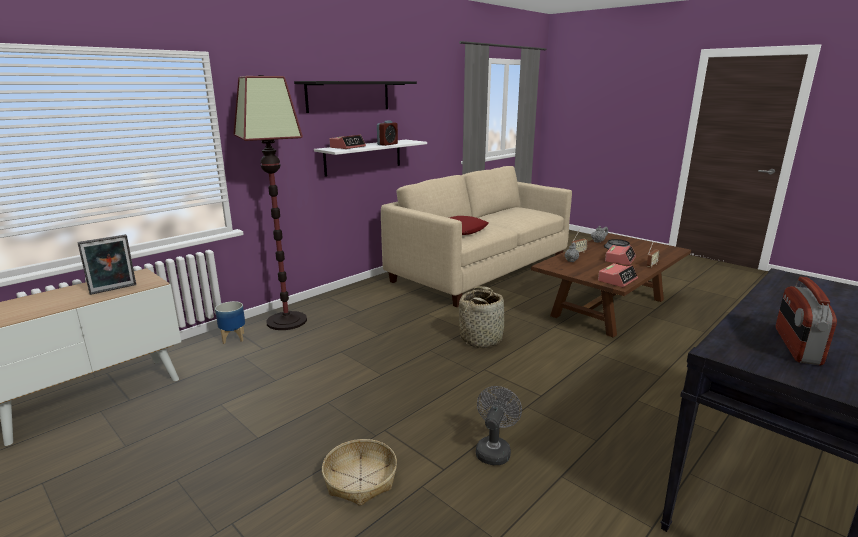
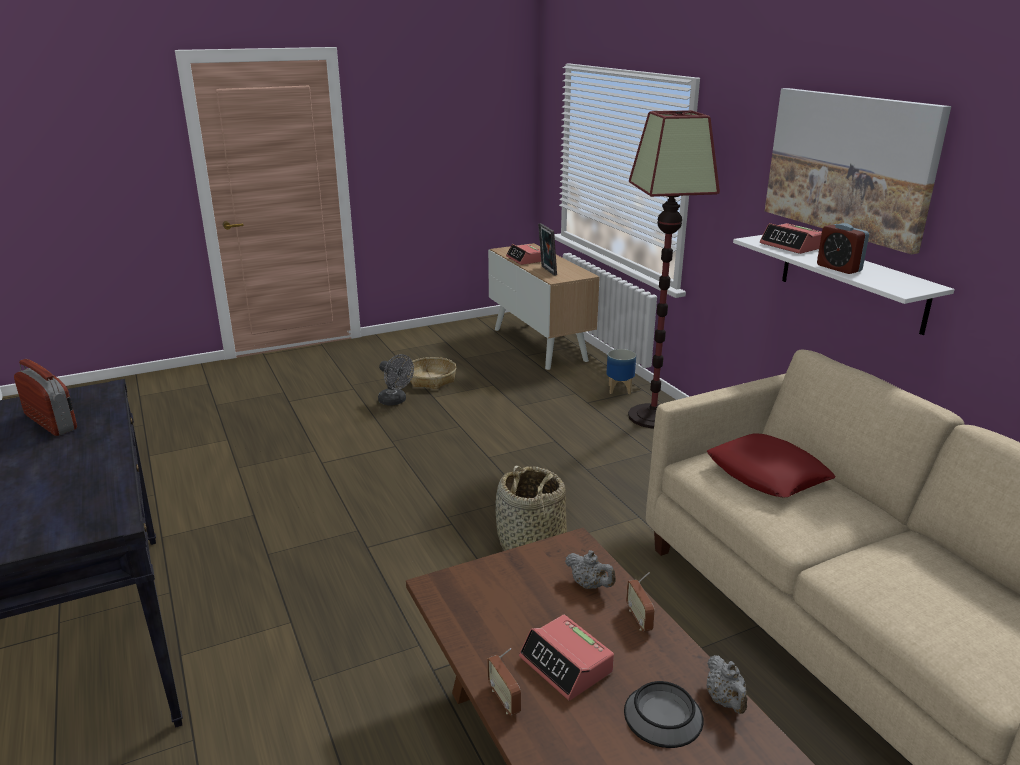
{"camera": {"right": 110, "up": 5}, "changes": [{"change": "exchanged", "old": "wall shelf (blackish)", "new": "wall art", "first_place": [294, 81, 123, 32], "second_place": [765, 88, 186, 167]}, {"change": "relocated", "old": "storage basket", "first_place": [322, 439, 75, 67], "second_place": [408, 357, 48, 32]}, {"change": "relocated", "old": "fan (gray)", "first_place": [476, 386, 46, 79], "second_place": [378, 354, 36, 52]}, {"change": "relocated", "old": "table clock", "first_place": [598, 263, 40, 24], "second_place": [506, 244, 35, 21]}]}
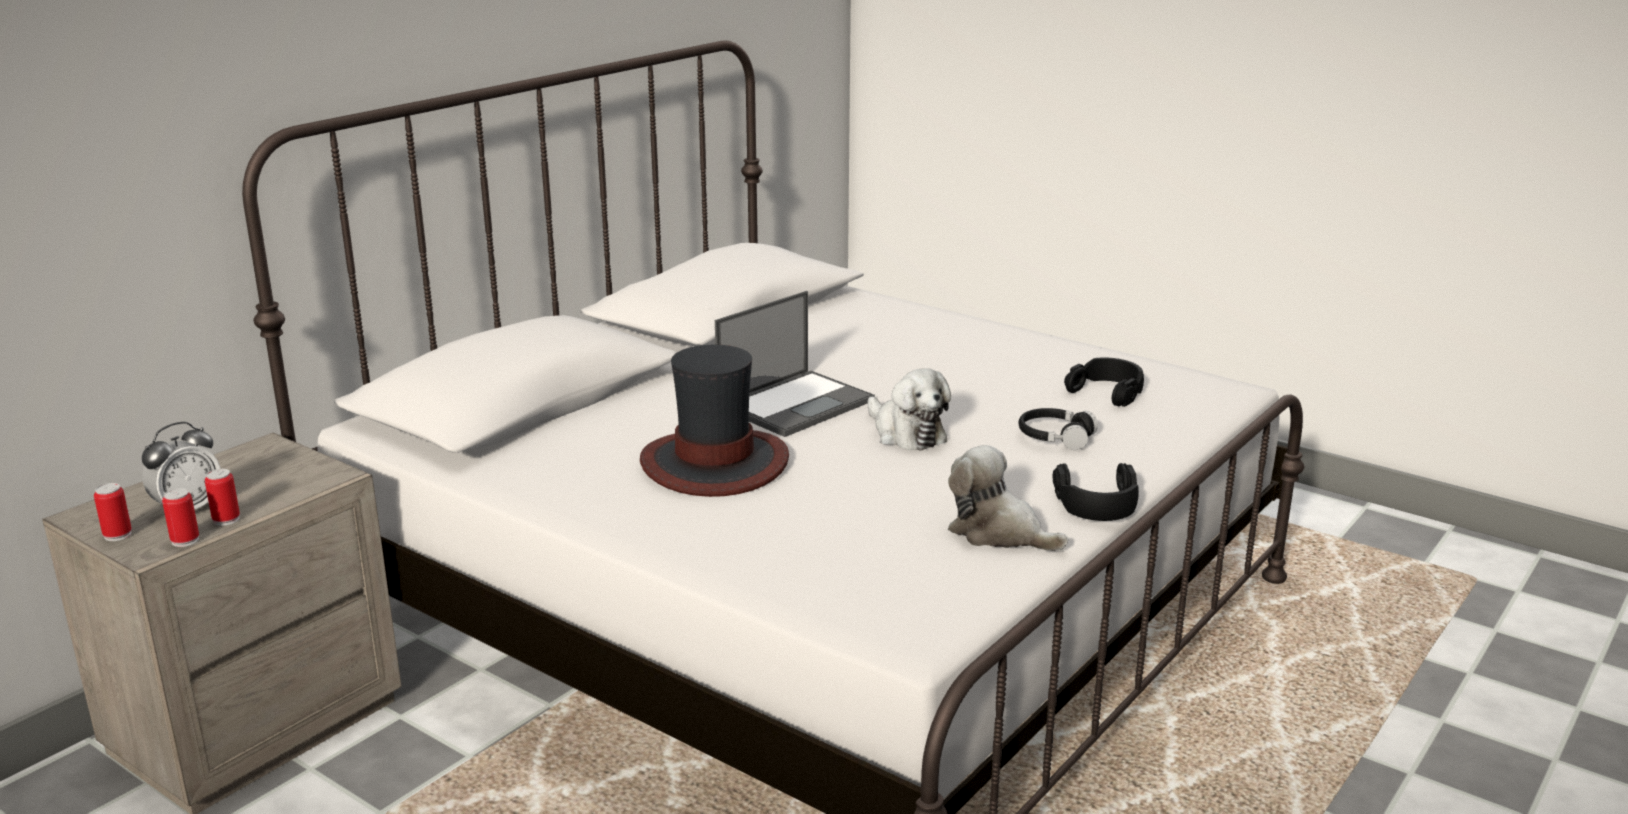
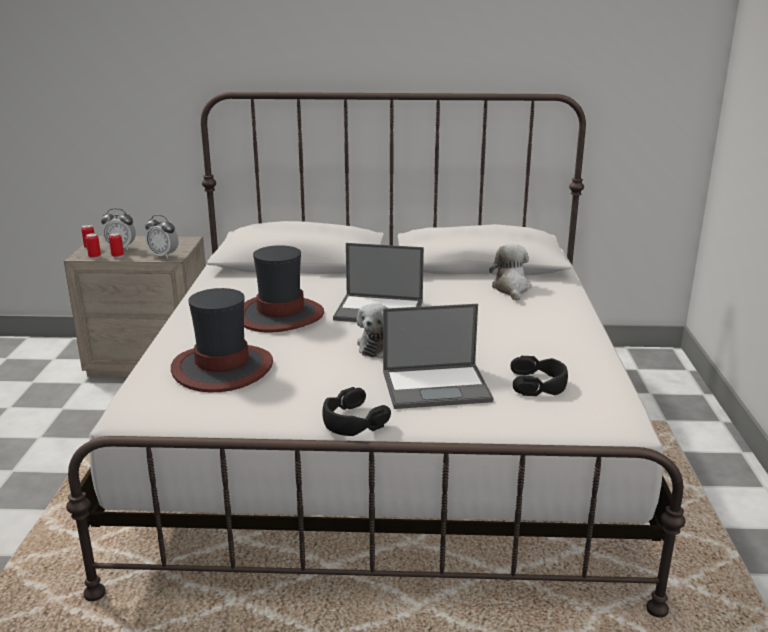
{"camera": {"right": 55, "up": 0}, "changes": [{"change": "relocated", "old": "plush toy", "first_place": [948, 445, 120, 106], "second_place": [489, 244, 43, 57]}, {"change": "exchanged", "old": "headset (blackish)", "new": "laptop", "first_place": [1019, 408, 79, 42], "second_place": [383, 304, 110, 105]}, {"change": "appeared", "new": "table clock", "second_place": [145, 215, 34, 44]}, {"change": "appeared", "new": "hat", "second_place": [171, 288, 102, 104]}]}
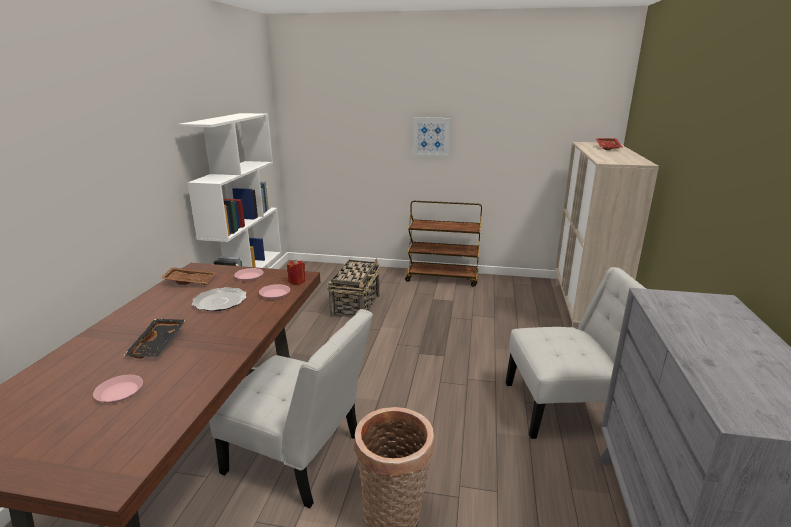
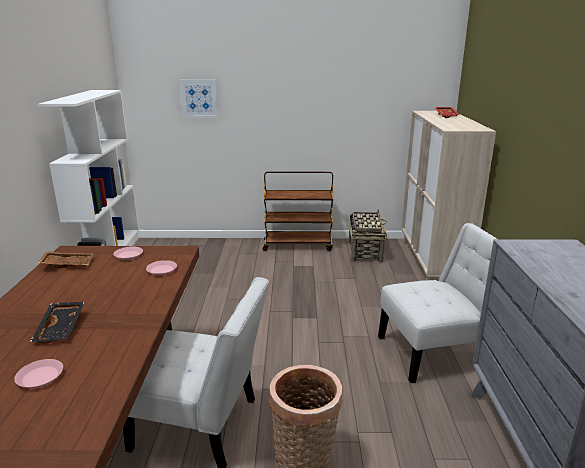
{"camera": {"right": -10, "up": 0}, "changes": [{"change": "missing", "old": "flat dish", "first_place": [192, 287, 55, 24]}, {"change": "missing", "old": "wax light (red)", "first_place": [287, 259, 18, 26]}, {"change": "relocated", "old": "storage basket", "first_place": [327, 258, 53, 60], "second_place": [349, 209, 38, 54]}, {"change": "relocated", "old": "wall art", "first_place": [412, 117, 38, 39], "second_place": [179, 80, 39, 37]}]}
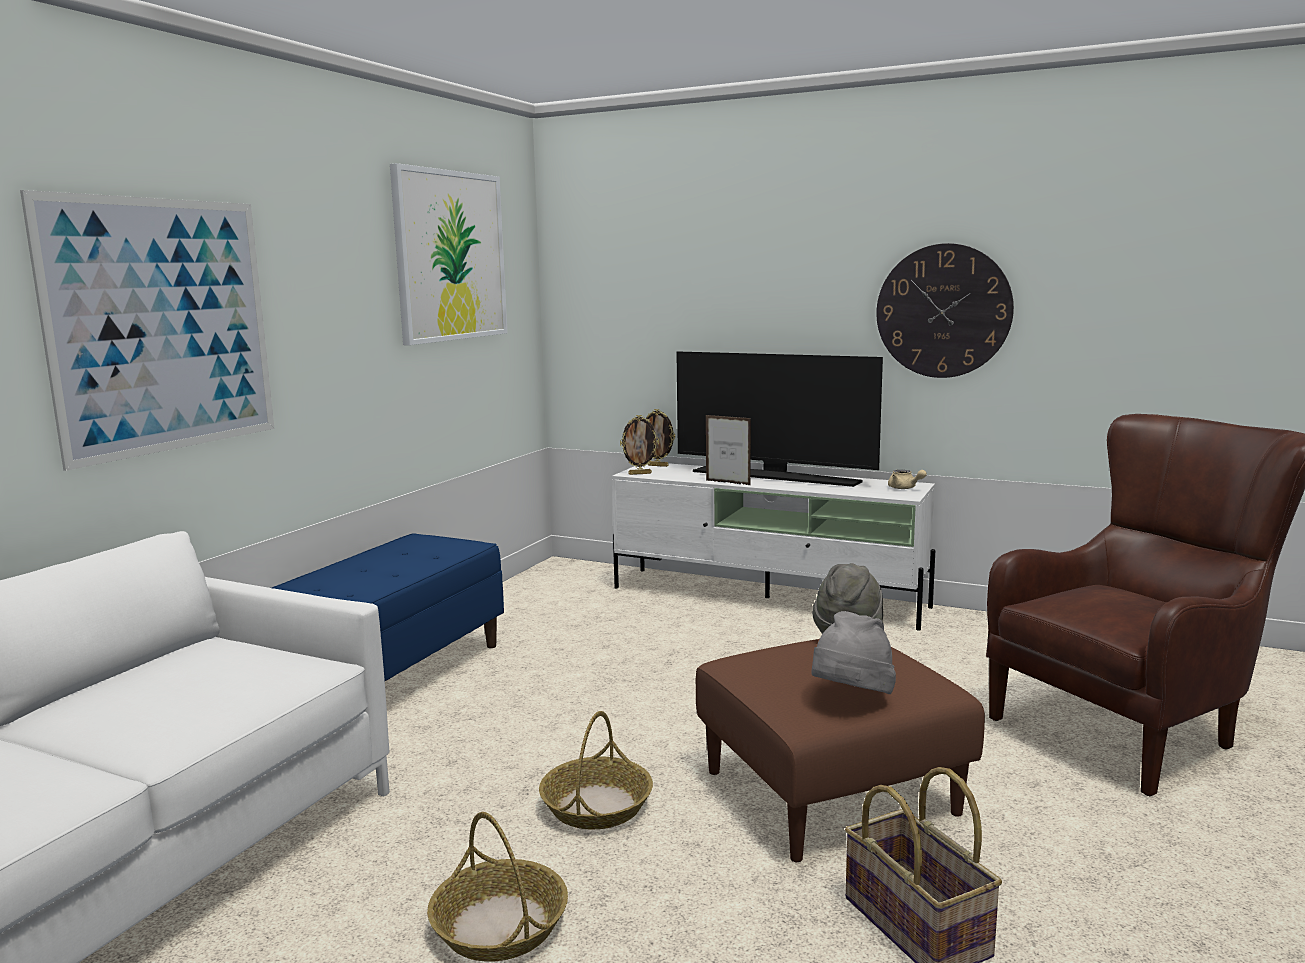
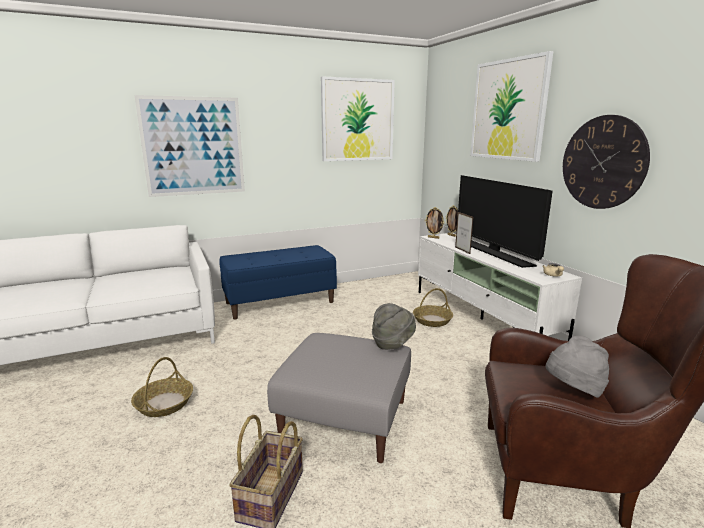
{"camera": {"right": 40, "up": 5}, "changes": [{"change": "relocated", "old": "storage basket", "first_place": [539, 711, 114, 118], "second_place": [413, 288, 40, 39]}, {"change": "colour", "old": "ottoman (brownish)", "new": "ottoman (gray)", "first_place": [696, 639, 289, 223], "second_place": [267, 333, 144, 130]}, {"change": "relocated", "old": "hat (gray)", "first_place": [811, 611, 85, 83], "second_place": [546, 336, 63, 62]}, {"change": "appeared", "new": "wall art", "second_place": [470, 51, 84, 111]}]}
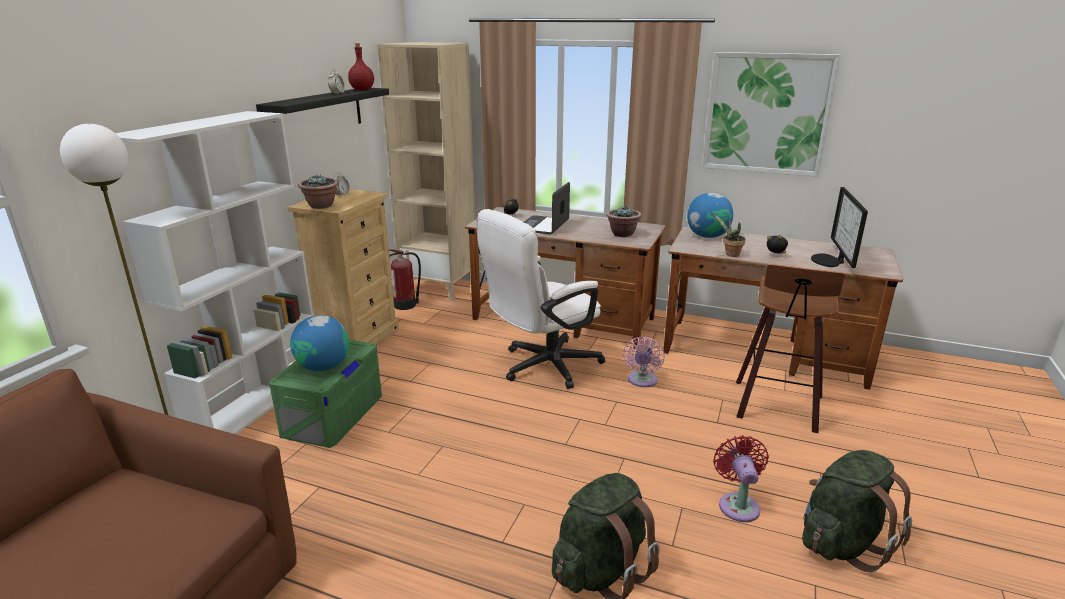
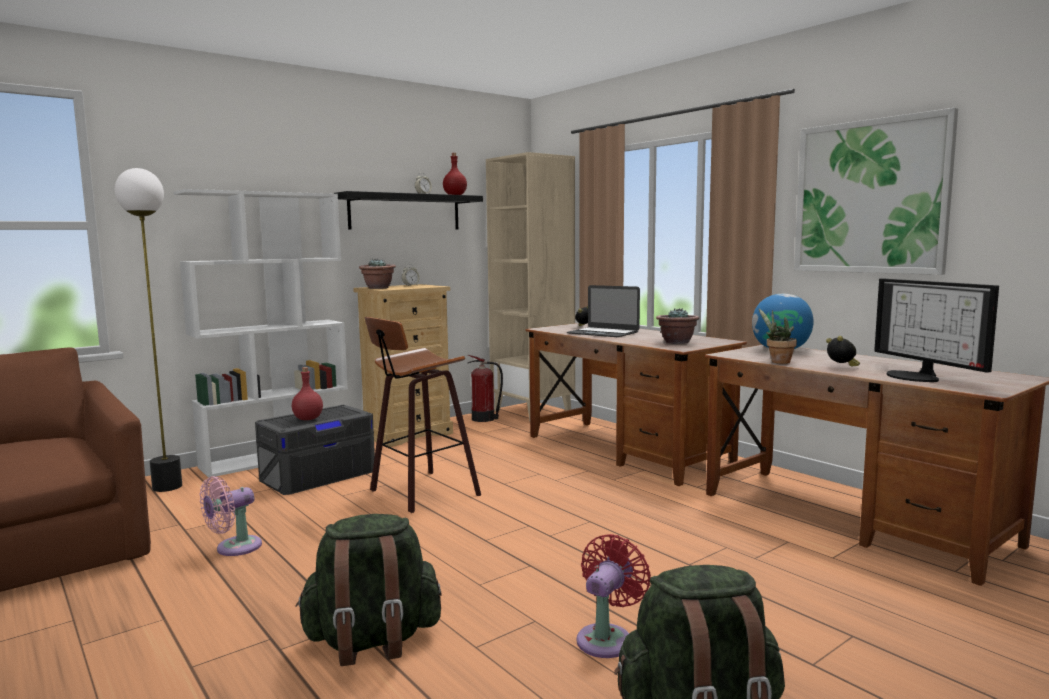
{"camera": {"right": 30, "up": -15}, "changes": [{"change": "colour", "old": "storage box (green)", "new": "storage box (gray)", "first_place": [270, 340, 112, 108], "second_place": [255, 405, 120, 90]}, {"change": "exchanged", "old": "globe", "new": "beverage bottle (red)", "first_place": [290, 315, 59, 56], "second_place": [292, 367, 31, 53]}, {"change": "missing", "old": "computer chair (white-coloured)", "first_place": [476, 209, 129, 180]}, {"change": "spun", "old": "laptop", "first_place": [524, 182, 46, 52], "second_place": [567, 285, 73, 52], "degrees": -105}, {"change": "relocated", "old": "fan (pink)", "first_place": [623, 337, 42, 50], "second_place": [200, 476, 62, 80]}, {"change": "relocated", "old": "stool", "first_place": [736, 264, 109, 169], "second_place": [365, 317, 116, 196]}, {"change": "spun", "old": "computer display", "first_place": [811, 187, 57, 81], "second_place": [874, 279, 125, 103], "degrees": -60}]}
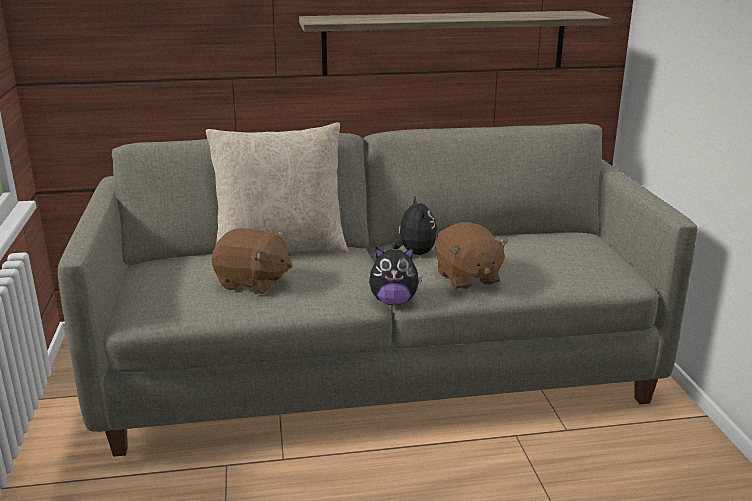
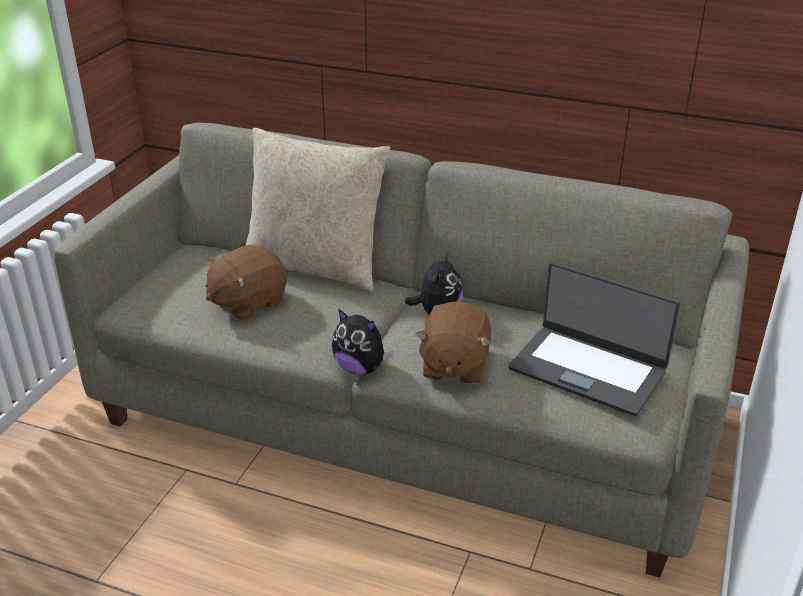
{"camera": {"right": 30, "up": 10}, "changes": [{"change": "spun", "old": "plush toy (brownish)", "first_place": [212, 228, 81, 66], "second_place": [206, 245, 81, 76], "degrees": 90}, {"change": "missing", "old": "wall shelf", "first_place": [299, 11, 312, 64]}, {"change": "appeared", "new": "laptop", "second_place": [509, 262, 171, 154]}]}
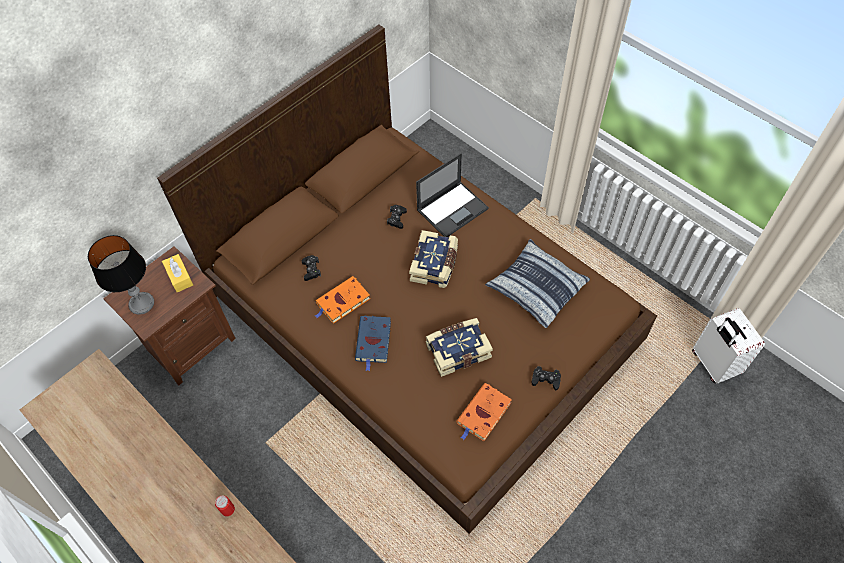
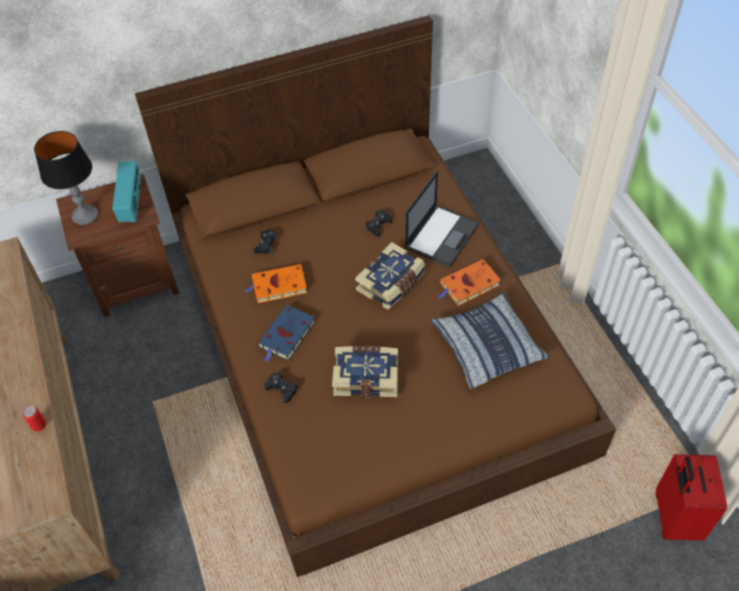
{"camera": {"right": 25, "up": -5}, "changes": [{"change": "exchanged", "old": "tissue box (yellow-coloured)", "new": "radio set", "first_place": [162, 254, 31, 38], "second_place": [112, 161, 30, 61]}, {"change": "spun", "old": "laptop", "first_place": [416, 153, 73, 84], "second_place": [404, 170, 76, 97], "degrees": -45}, {"change": "relocated", "old": "bound book (orangey)", "first_place": [456, 383, 56, 58], "second_place": [438, 259, 63, 47]}, {"change": "relocated", "old": "gamepad (blackish)", "first_place": [531, 366, 30, 24], "second_place": [264, 372, 34, 31]}, {"change": "colour", "old": "travel case (white-coloured)", "new": "travel case (red)", "first_place": [692, 308, 73, 75], "second_place": [655, 454, 72, 87]}]}
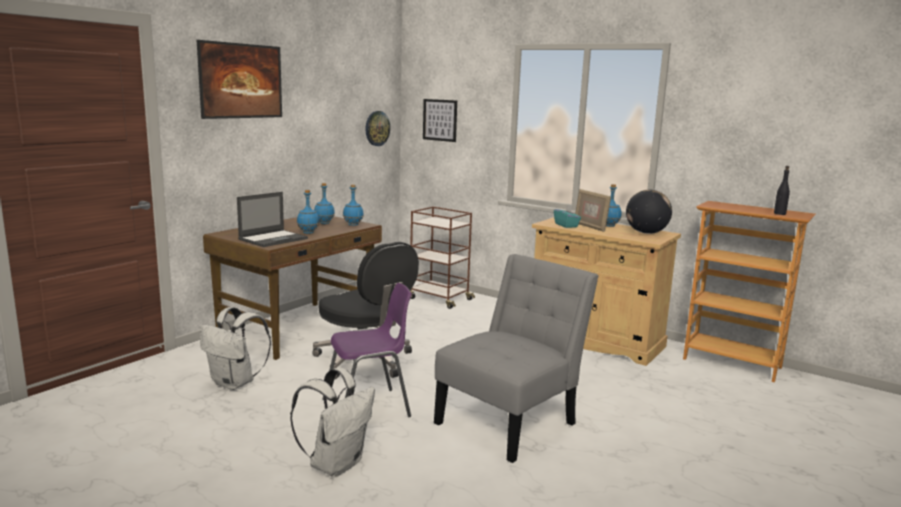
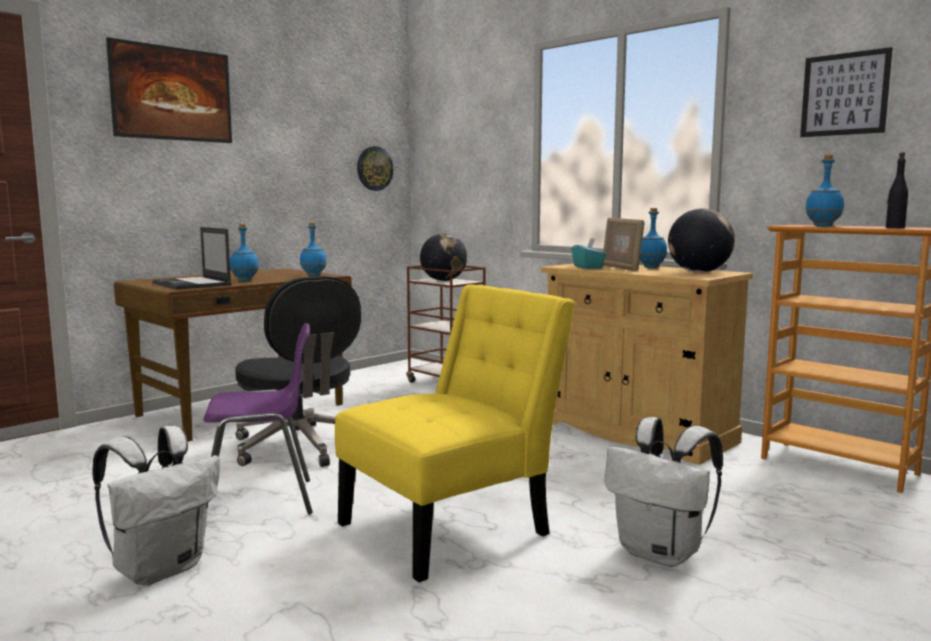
{"camera": {"right": 10, "up": -5}, "changes": [{"change": "relocated", "old": "backpack (white-coloured)", "first_place": [200, 307, 71, 83], "second_place": [604, 417, 119, 150]}, {"change": "spun", "old": "laptop", "first_place": [237, 192, 71, 55], "second_place": [152, 227, 80, 63], "degrees": 90}, {"change": "relocated", "old": "beverage bottle (blue)", "first_place": [314, 183, 21, 41], "second_place": [805, 155, 39, 72]}, {"change": "relocated", "old": "wall art", "first_place": [423, 99, 34, 43], "second_place": [800, 47, 93, 90]}, {"change": "colour", "old": "chair (gray)", "new": "chair (yellow-coloured)", "first_place": [434, 254, 165, 209], "second_place": [335, 285, 240, 297]}, {"change": "appeared", "new": "globe", "second_place": [420, 234, 47, 47]}]}
